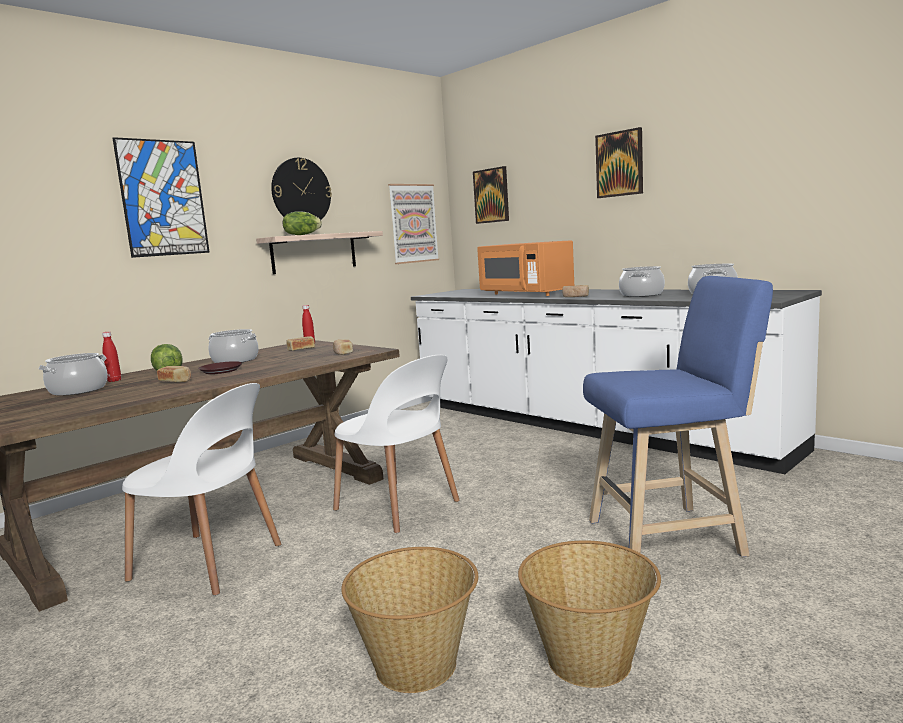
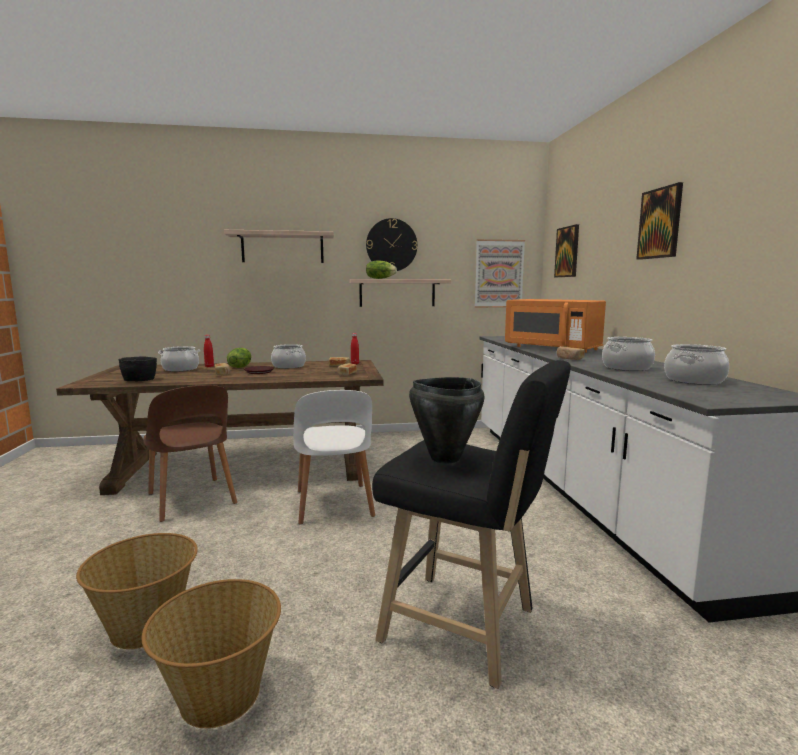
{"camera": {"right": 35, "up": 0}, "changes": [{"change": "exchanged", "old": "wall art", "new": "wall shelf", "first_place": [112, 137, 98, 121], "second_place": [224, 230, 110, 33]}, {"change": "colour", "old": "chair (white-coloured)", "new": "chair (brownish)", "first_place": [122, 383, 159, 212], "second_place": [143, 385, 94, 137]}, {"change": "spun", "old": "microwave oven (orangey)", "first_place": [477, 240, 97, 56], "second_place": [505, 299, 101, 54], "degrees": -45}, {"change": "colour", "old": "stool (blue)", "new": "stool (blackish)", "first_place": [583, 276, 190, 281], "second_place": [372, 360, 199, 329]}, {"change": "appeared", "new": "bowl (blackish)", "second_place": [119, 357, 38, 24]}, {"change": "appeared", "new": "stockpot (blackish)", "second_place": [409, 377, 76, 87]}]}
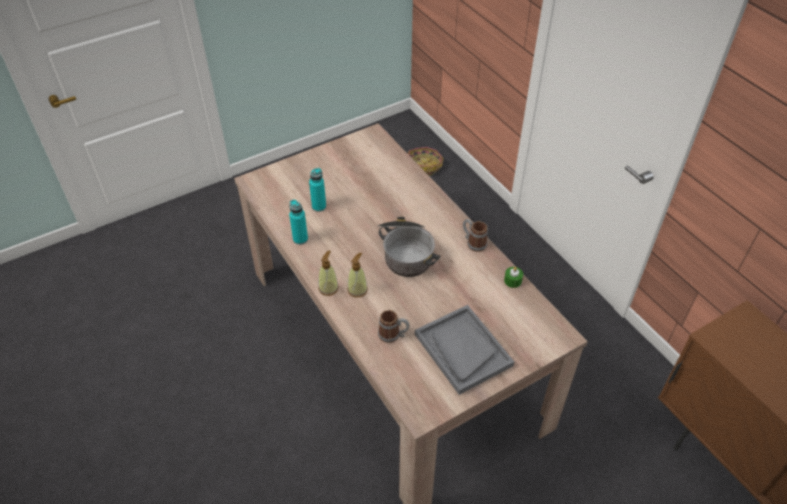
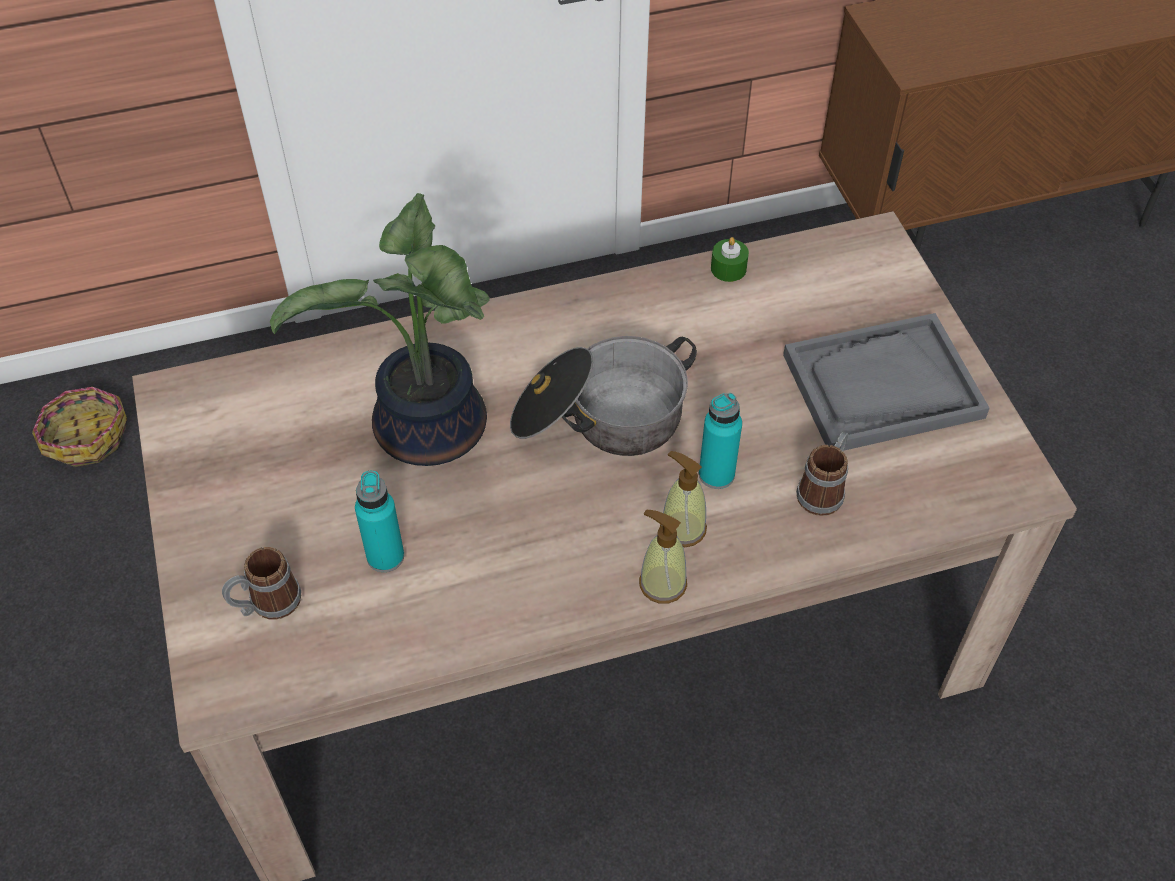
{"camera": {"right": -75, "up": 5}, "changes": [{"change": "relocated", "old": "beverage bottle (blue-green)", "first_place": [289, 200, 19, 45], "second_place": [699, 393, 43, 96]}, {"change": "relocated", "old": "coffee mug", "first_place": [463, 219, 25, 33], "second_place": [222, 547, 79, 72]}, {"change": "appeared", "new": "plant in a pot", "second_place": [270, 193, 219, 273]}]}
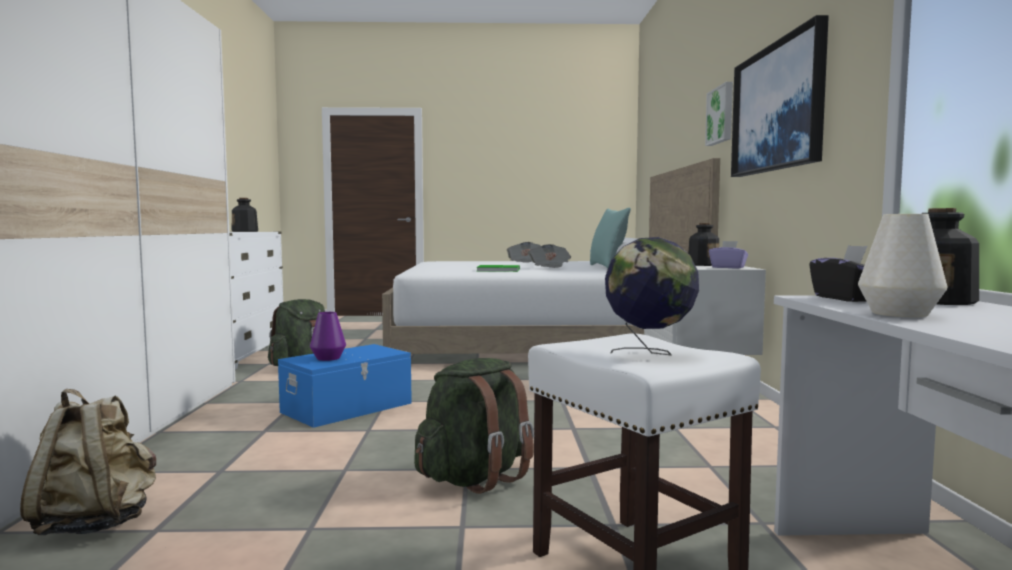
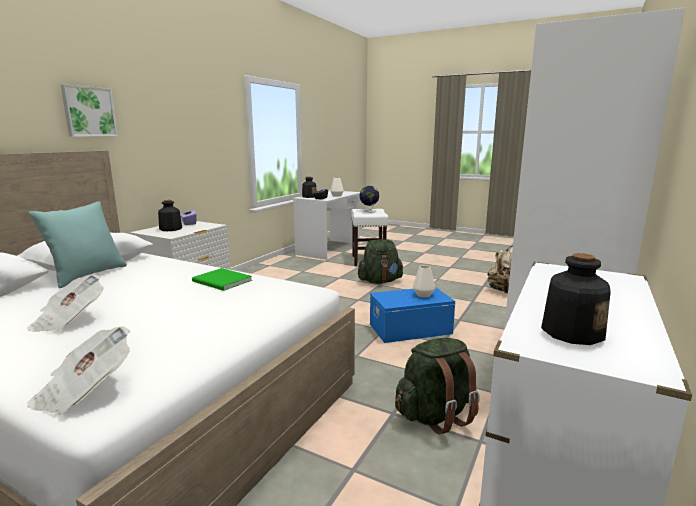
{"camera": {"right": -150, "up": 10}, "changes": [{"change": "colour", "old": "decorative vase (purple-coloured)", "new": "decorative vase (white-coloured)", "first_place": [310, 312, 36, 49], "second_place": [413, 265, 22, 33]}, {"change": "relocated", "old": "printed paper", "first_place": [528, 244, 43, 24], "second_place": [27, 326, 103, 89]}, {"change": "missing", "old": "wall art", "first_place": [731, 15, 98, 162]}]}
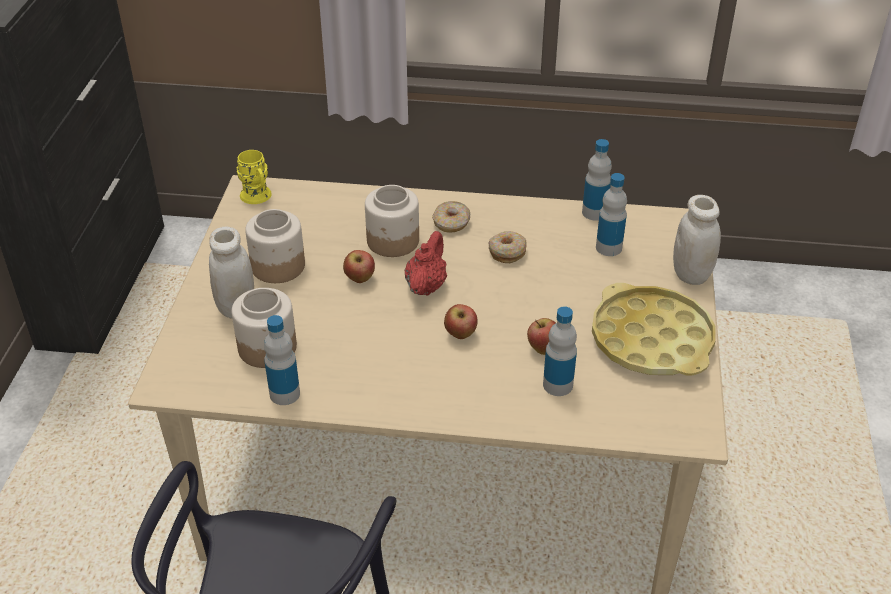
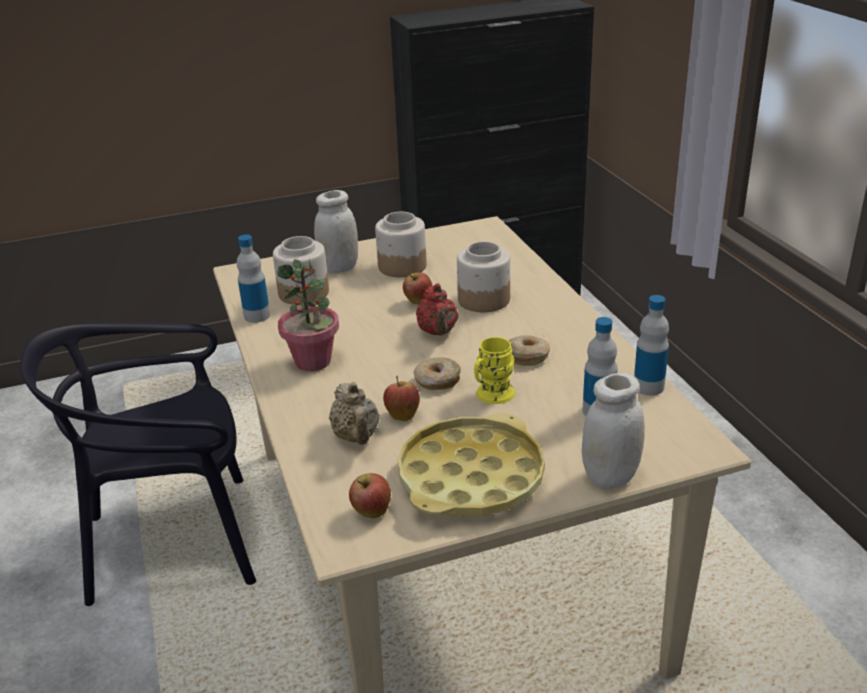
{"camera": {"right": 65, "up": -10}, "changes": [{"change": "relocated", "old": "coffee mug (yellow-coloured)", "first_place": [237, 150, 35, 54], "second_place": [474, 337, 41, 67]}, {"change": "spun", "old": "teapot (red)", "first_place": [405, 231, 42, 65], "second_place": [416, 283, 42, 53], "degrees": 90}, {"change": "relocated", "old": "ring doughnut", "first_place": [432, 201, 38, 32], "second_place": [413, 357, 48, 33]}, {"change": "relocated", "old": "whole apple", "first_place": [444, 304, 33, 35], "second_place": [349, 473, 42, 46]}, {"change": "exchanged", "old": "beverage bottle", "new": "teapot (beige-coloured)", "first_place": [543, 306, 34, 90], "second_place": [329, 382, 51, 63]}, {"change": "appeared", "new": "plant in a pot", "second_place": [277, 258, 62, 113]}]}
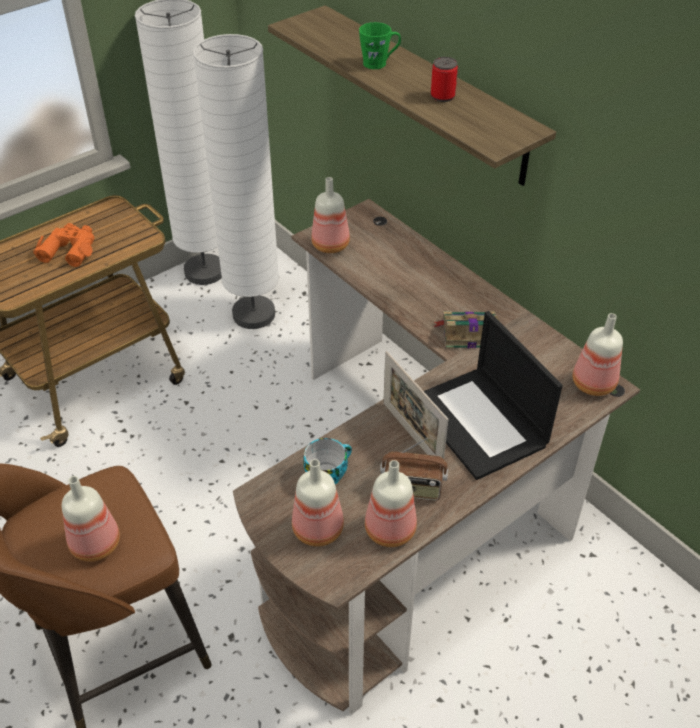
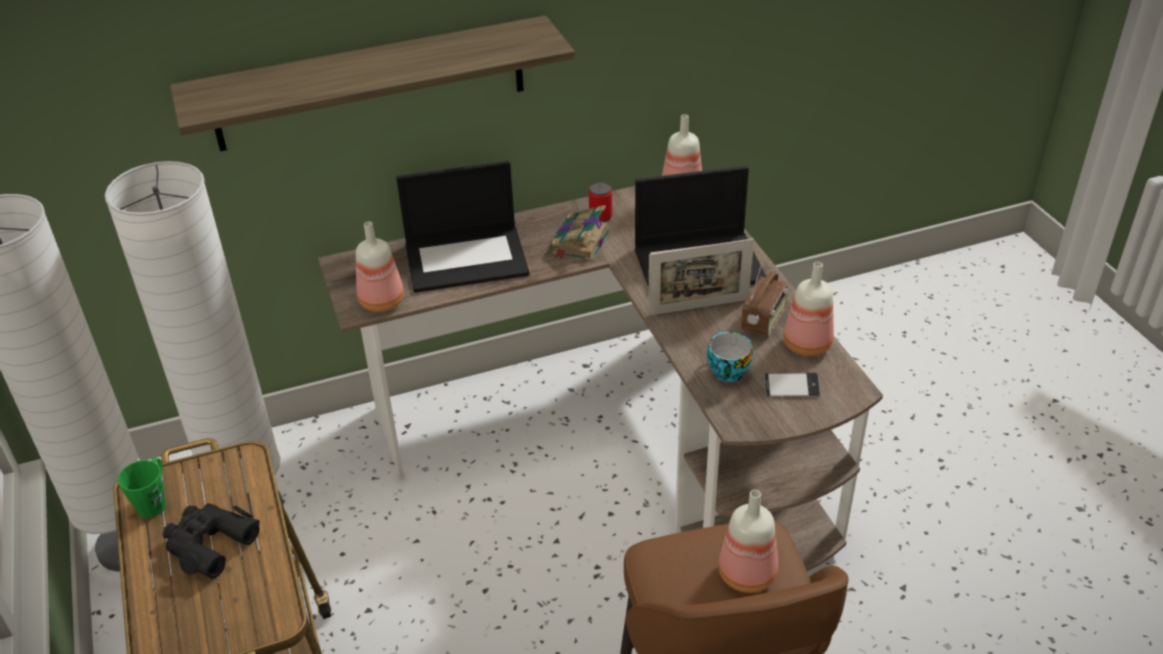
{"camera": {"right": -70, "up": -5}, "changes": [{"change": "colour", "old": "pair of binoculars (orangey)", "new": "pair of binoculars (blackish)", "first_place": [33, 223, 61, 44], "second_place": [162, 503, 98, 76]}, {"change": "exchanged", "old": "beverage bottle", "new": "handset", "first_place": [292, 459, 52, 88], "second_place": [765, 373, 55, 25]}, {"change": "relocated", "old": "coffee mug (green)", "first_place": [359, 22, 42, 47], "second_place": [118, 458, 49, 60]}, {"change": "relocated", "old": "metal can", "first_place": [431, 57, 27, 45], "second_place": [589, 182, 23, 40]}, {"change": "appeared", "new": "laptop", "second_place": [396, 161, 133, 132]}]}
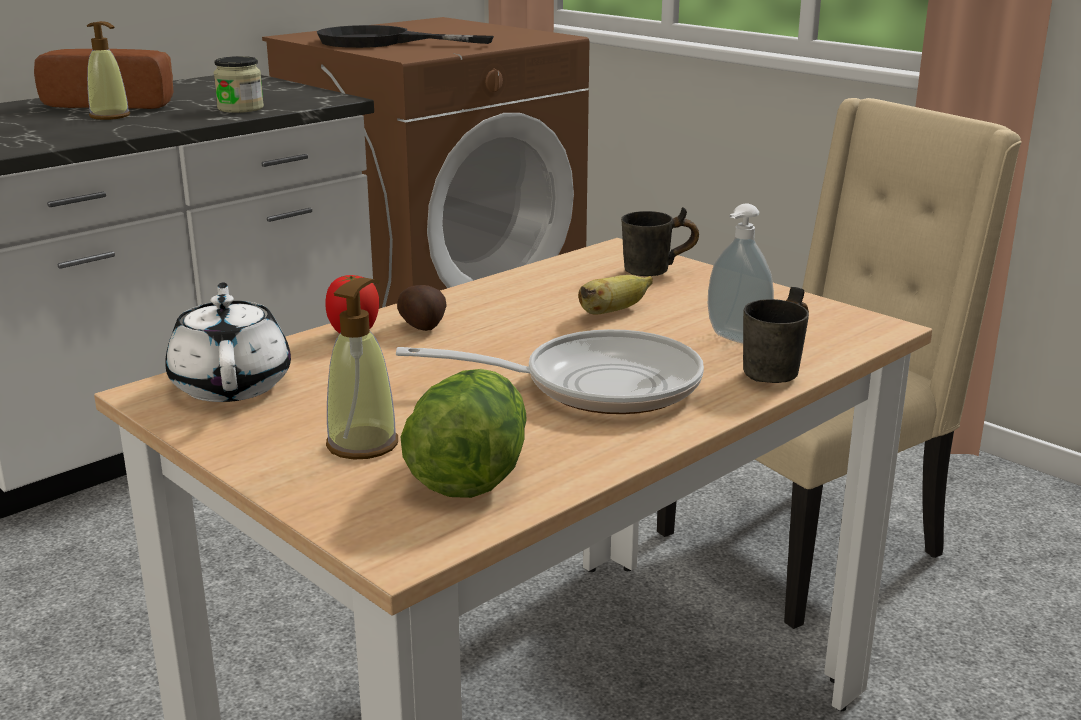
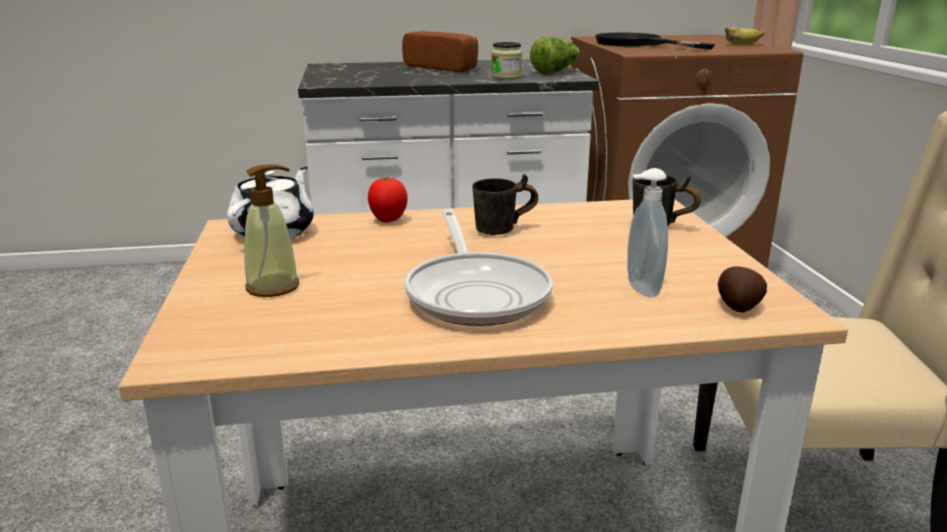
{"camera": {"right": 35, "up": 0}, "changes": [{"change": "missing", "old": "soap bottle", "first_place": [87, 21, 43, 99]}, {"change": "spun", "old": "frying pan", "first_place": [396, 329, 308, 85], "second_place": [405, 209, 148, 117], "degrees": 45}, {"change": "relocated", "old": "spud", "first_place": [397, 285, 50, 46], "second_place": [718, 266, 49, 47]}, {"change": "relocated", "old": "lettuce", "first_place": [401, 369, 126, 129], "second_place": [530, 37, 49, 37]}, {"change": "relocated", "old": "banana", "first_place": [578, 275, 75, 40], "second_place": [725, 27, 40, 18]}, {"change": "relocated", "old": "coffee mug (gray)", "first_place": [743, 287, 66, 96], "second_place": [472, 174, 66, 61]}]}
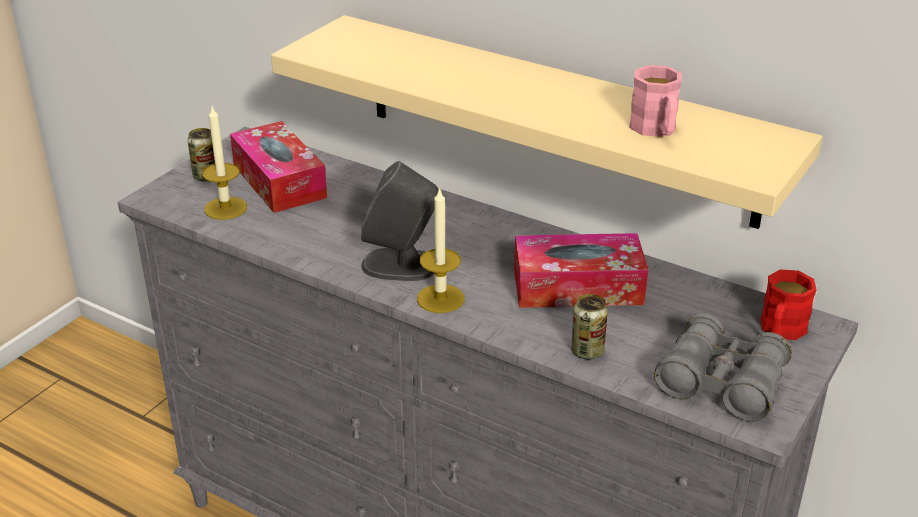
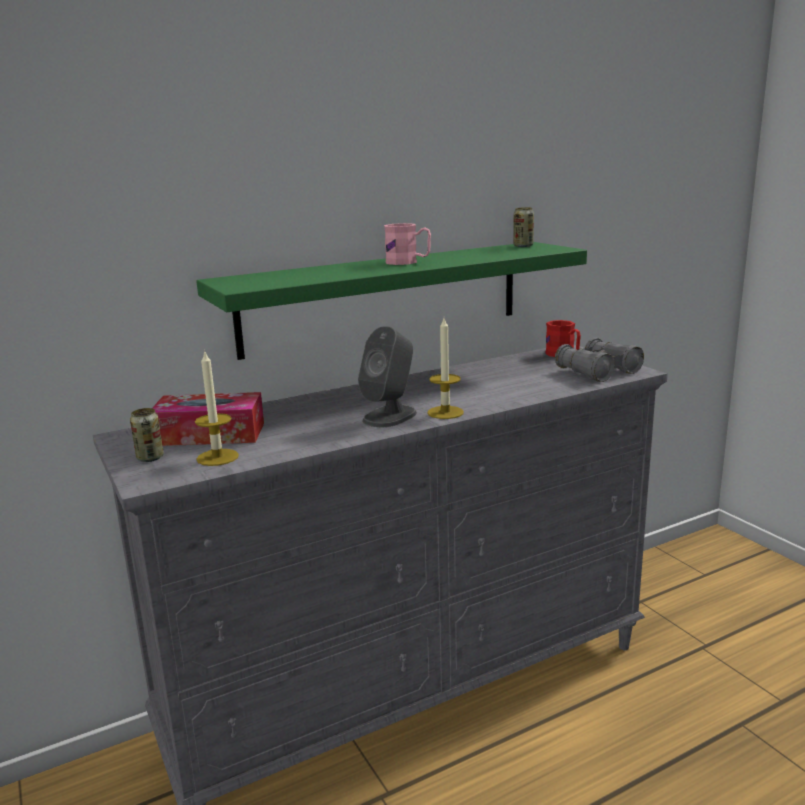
{"camera": {"right": -60, "up": -15}, "changes": [{"change": "colour", "old": "wall shelf (beige-coloured)", "new": "wall shelf (green)", "first_place": [271, 15, 551, 214], "second_place": [196, 242, 391, 118]}, {"change": "missing", "old": "tissue box", "first_place": [514, 233, 134, 75]}, {"change": "relocated", "old": "metal can", "first_place": [571, 294, 37, 65], "second_place": [513, 207, 21, 40]}, {"change": "relocated", "old": "coffee mug (pink)", "first_place": [629, 65, 53, 72], "second_place": [384, 223, 47, 42]}]}
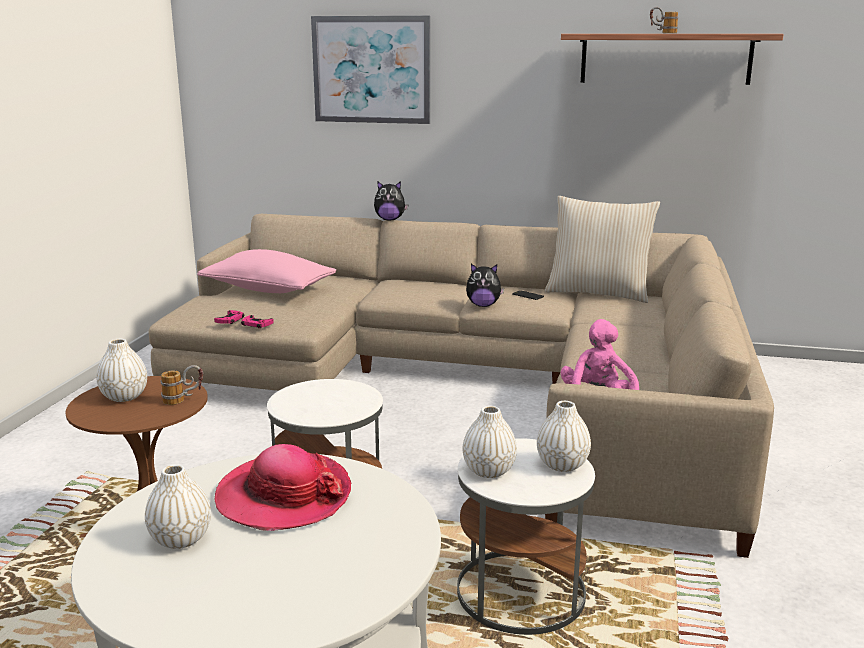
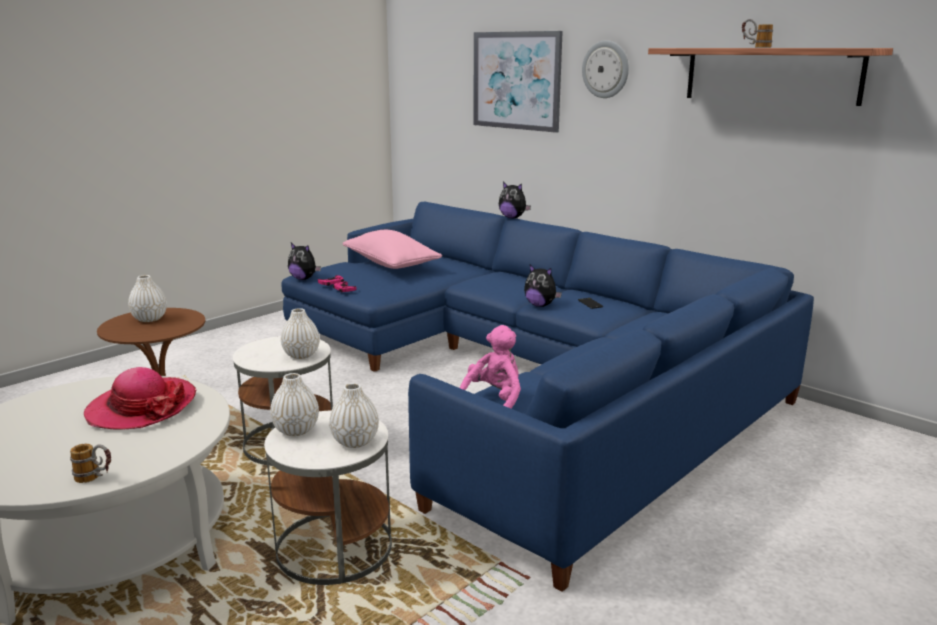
{"camera": {"right": 30, "up": 0}, "changes": [{"change": "relocated", "old": "decorative vase (white-coloured)", "first_place": [145, 464, 66, 85], "second_place": [281, 308, 39, 51]}, {"change": "colour", "old": "sofa (beige-coloured)", "new": "sofa (blue)", "first_place": [148, 214, 626, 344], "second_place": [281, 202, 533, 390]}, {"change": "relocated", "old": "coffee mug", "first_place": [161, 365, 42, 40], "second_place": [70, 444, 41, 39]}, {"change": "missing", "old": "pillow (beige-coloured)", "first_place": [545, 196, 115, 107]}, {"change": "appeared", "new": "plush toy", "second_place": [288, 243, 33, 37]}, {"change": "appeared", "new": "wall clock", "second_place": [582, 40, 47, 58]}]}
